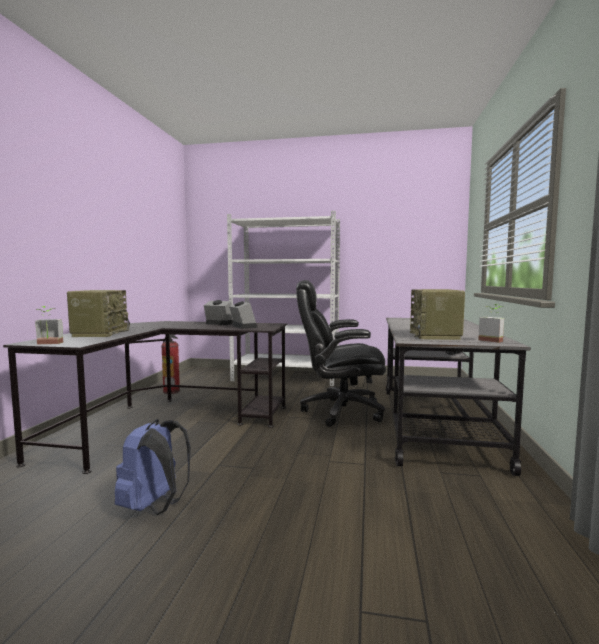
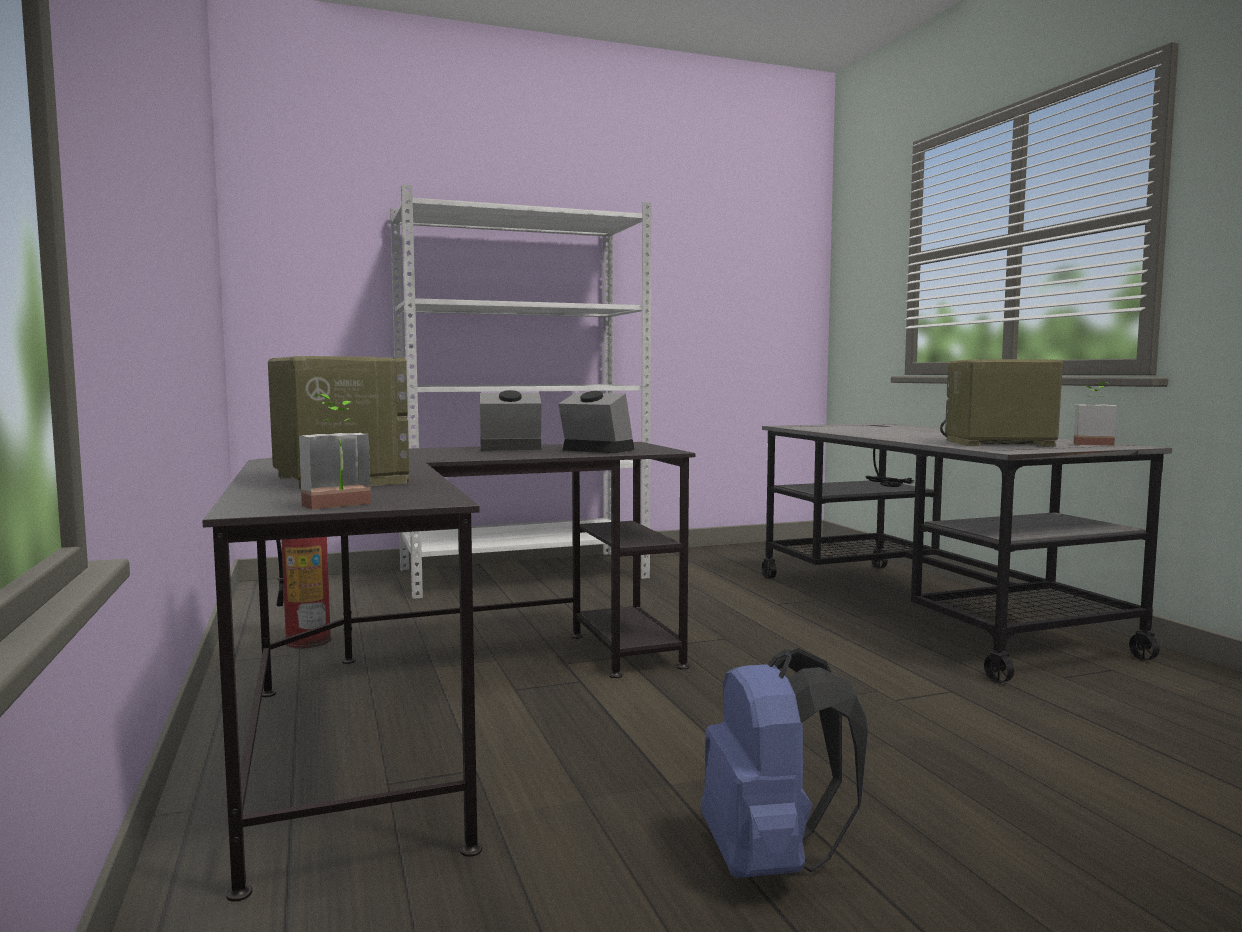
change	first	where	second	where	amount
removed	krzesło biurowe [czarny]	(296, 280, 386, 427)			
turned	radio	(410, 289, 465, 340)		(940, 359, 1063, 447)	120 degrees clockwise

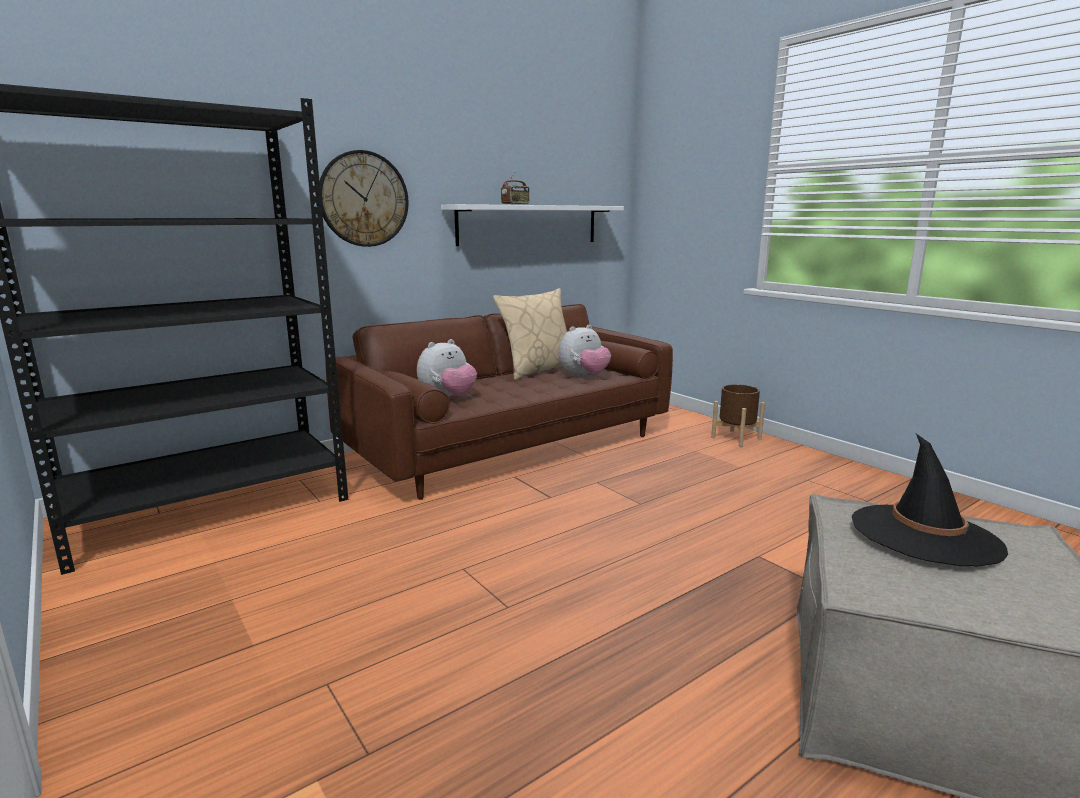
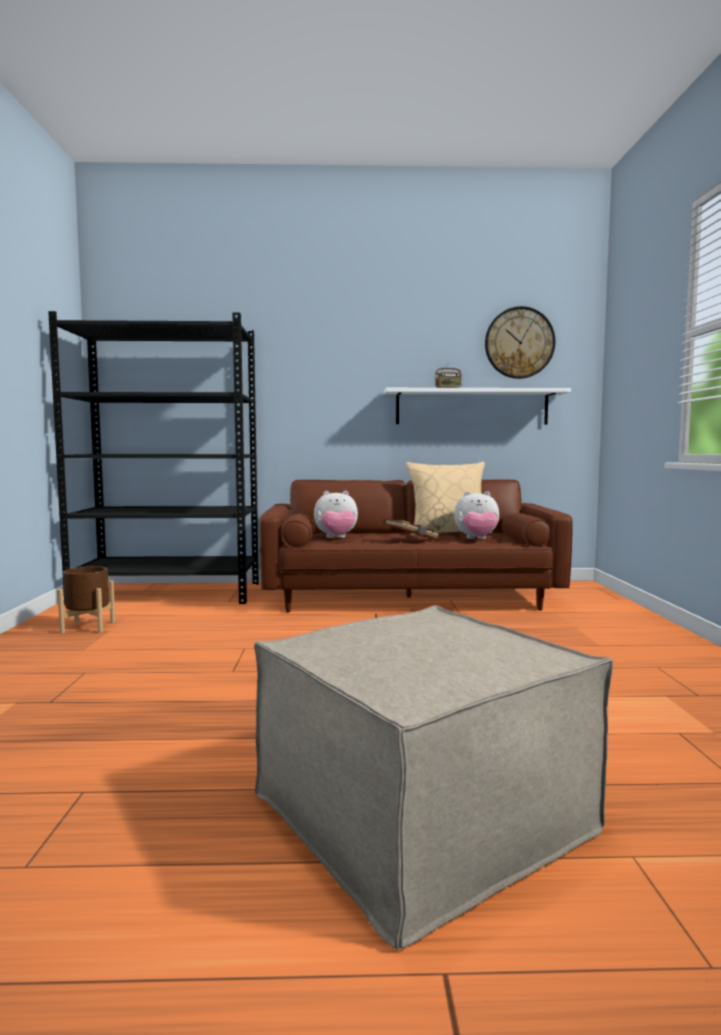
change	first	where	second	where	amount
removed	kapelusz [czarny]	(852, 434, 1008, 567)			
added			książka [brązowy]	(382, 518, 441, 540)	
moved	zegar ścienny	(319, 150, 409, 247)		(485, 306, 555, 379)	
moved	donica [brązowy]	(711, 384, 765, 447)		(58, 566, 115, 634)	

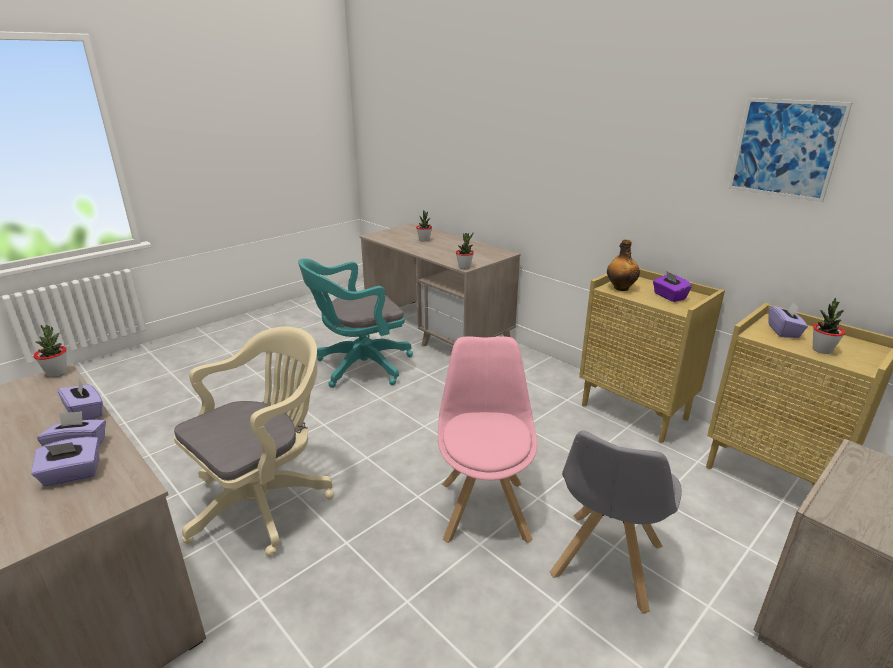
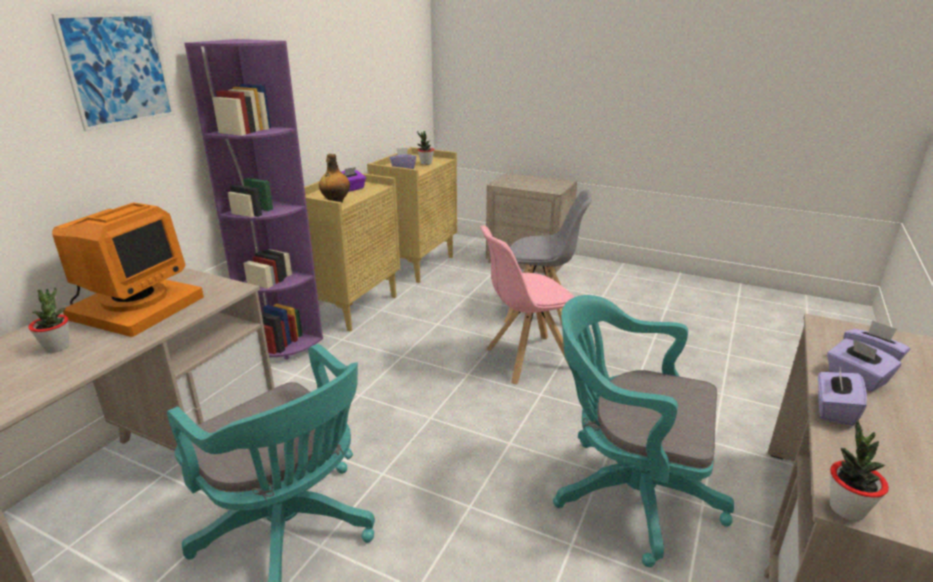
change	first	where	second	where	amount
removed	roślina doniczkowa	(456, 233, 474, 269)			
added			monitor	(52, 202, 204, 337)	
added			regał [fioletowy]	(185, 39, 323, 359)	
moved	obraz	(728, 98, 853, 202)		(51, 12, 175, 131)	
recoloured	krzesło biurowe [beżowy]	(174, 327, 334, 557)	krzesło biurowe [turkusowy]	(553, 295, 734, 567)	

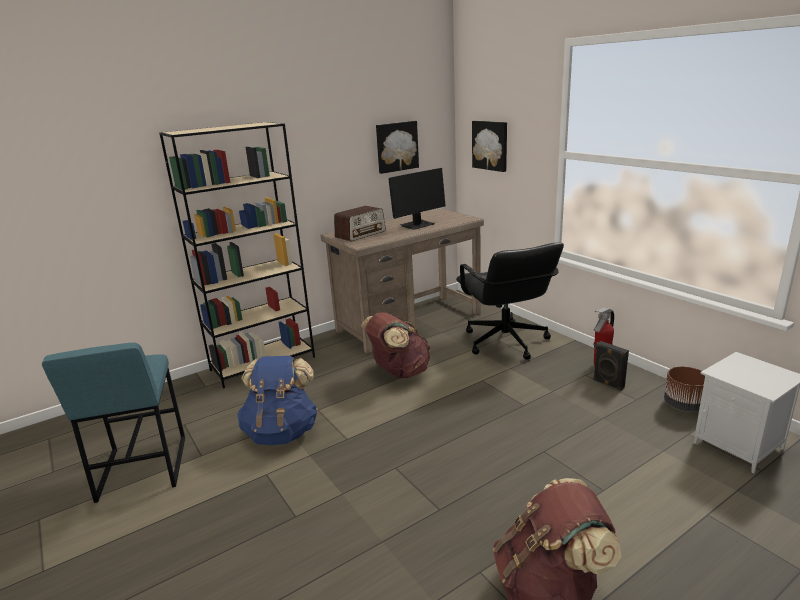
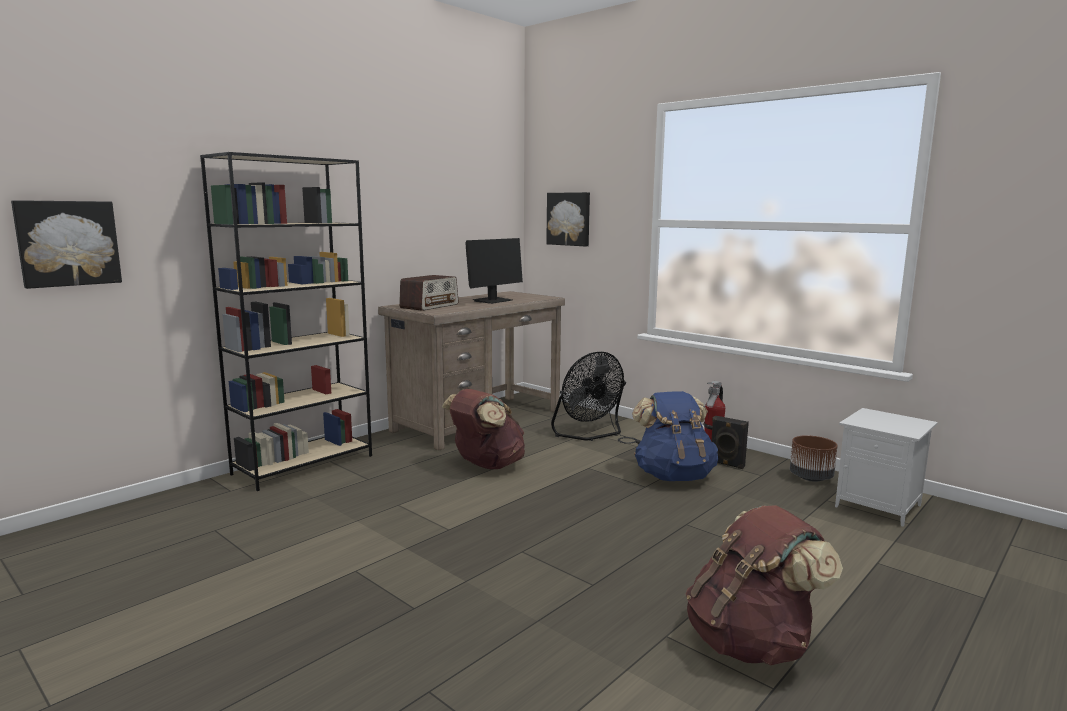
change	first	where	second	where	amount
removed	stołek [niebieski]	(42, 343, 185, 503)			
moved	plecak [niebieski]	(237, 356, 318, 445)		(632, 391, 718, 481)	
moved	obraz	(376, 121, 419, 174)		(11, 200, 122, 289)	
replaced	krzesło biurowe [czarny]	(456, 243, 564, 359)	wentylator [czarny]	(551, 352, 641, 444)	

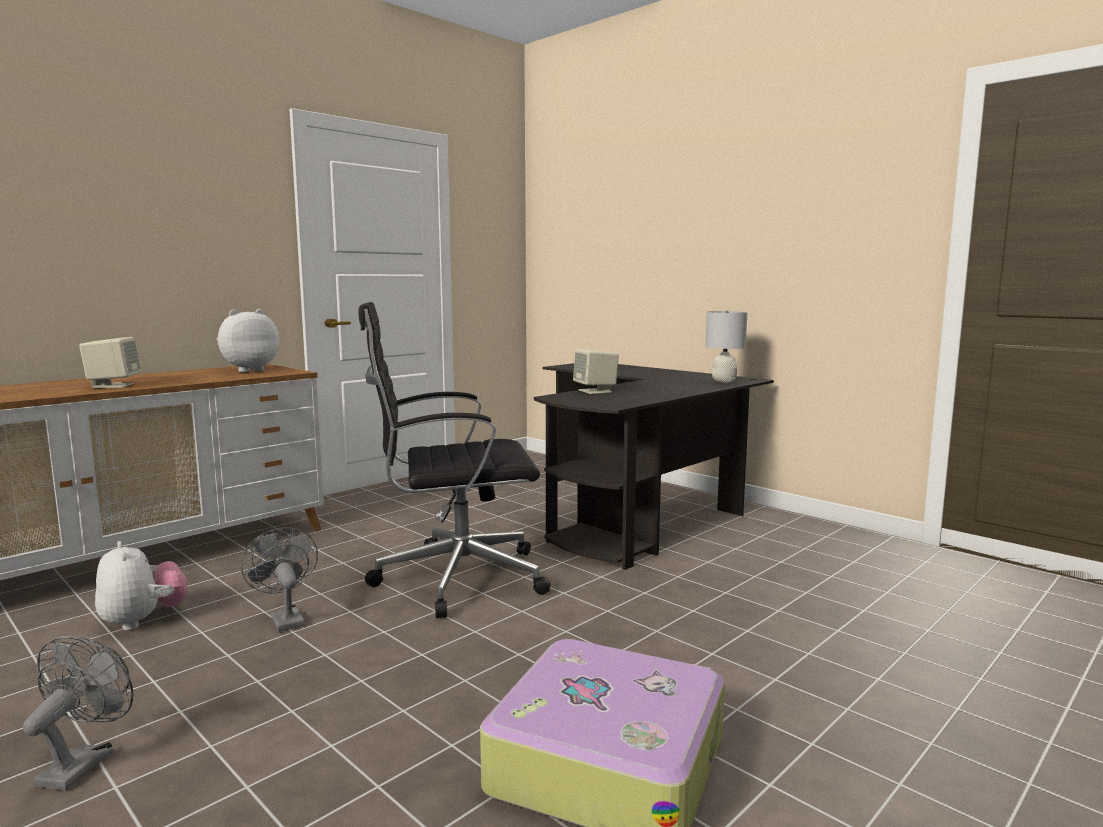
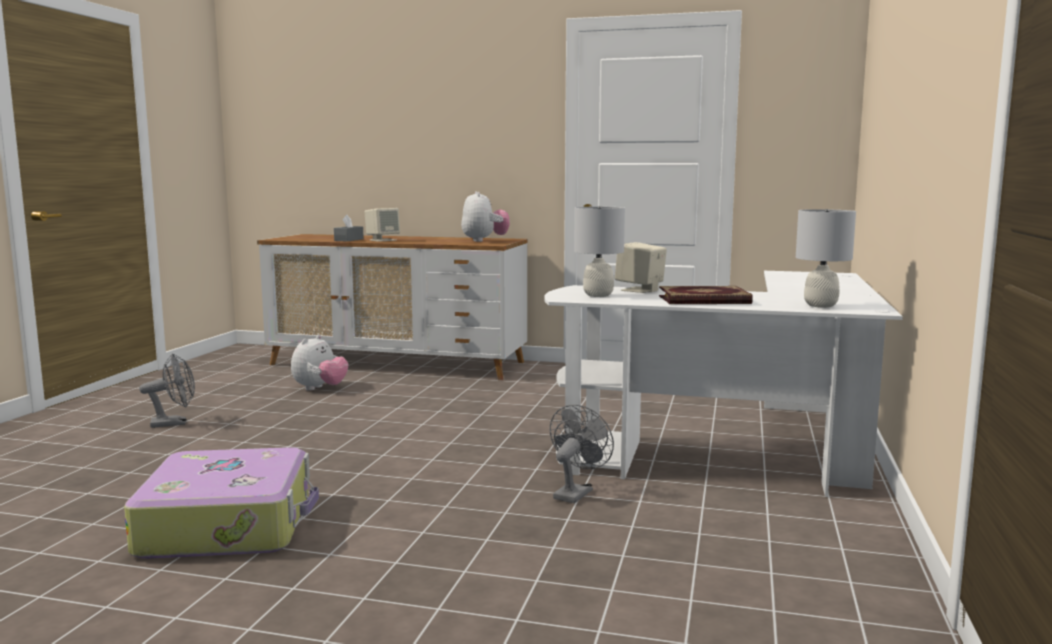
change	first	where	second	where	amount
removed	krzesło biurowe [czarny]	(358, 302, 551, 618)			
added			pudełko chusteczek [szary]	(334, 215, 364, 242)	
added			lampa stołowa [szary]	(574, 206, 625, 297)	
added			książka	(659, 286, 753, 304)	
moved	wentylator [szary]	(241, 527, 318, 632)		(550, 404, 614, 504)	
recoloured	biurko [czarny]	(534, 363, 774, 570)	biurko [biały]	(544, 271, 903, 497)	
turned	pluszak	(217, 309, 280, 372)		(461, 191, 510, 242)	60 degrees clockwise

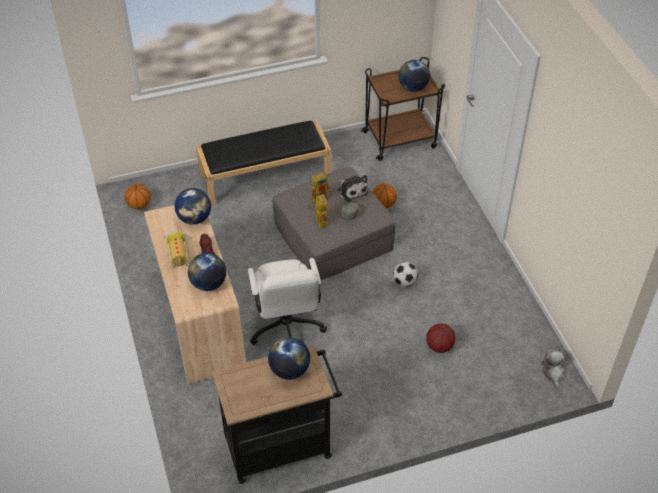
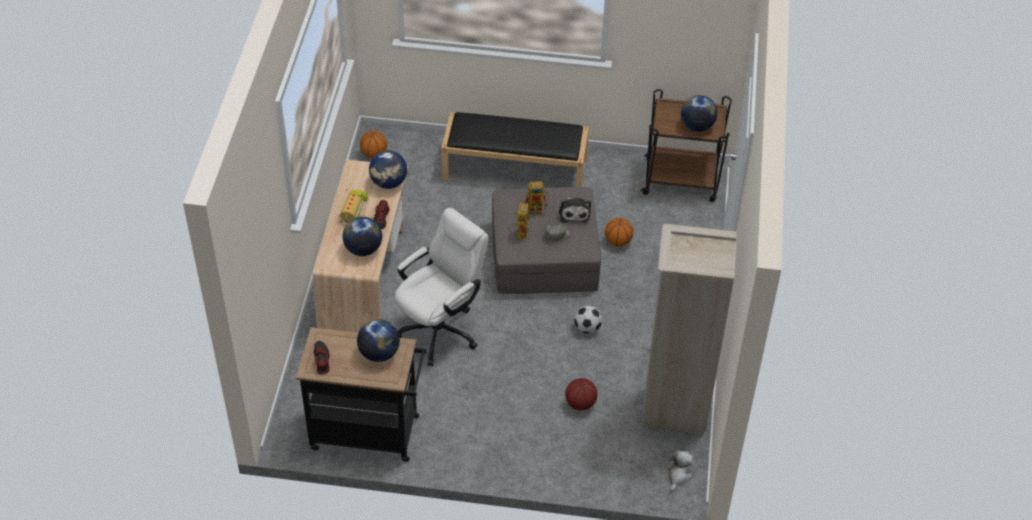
change	first	where	second	where	amount
added			but	(314, 341, 330, 374)	
added			szafka [beżowy]	(642, 224, 737, 433)	
turned	krzesło biurowe [biały]	(248, 258, 327, 345)		(394, 208, 489, 366)	150 degrees counterclockwise

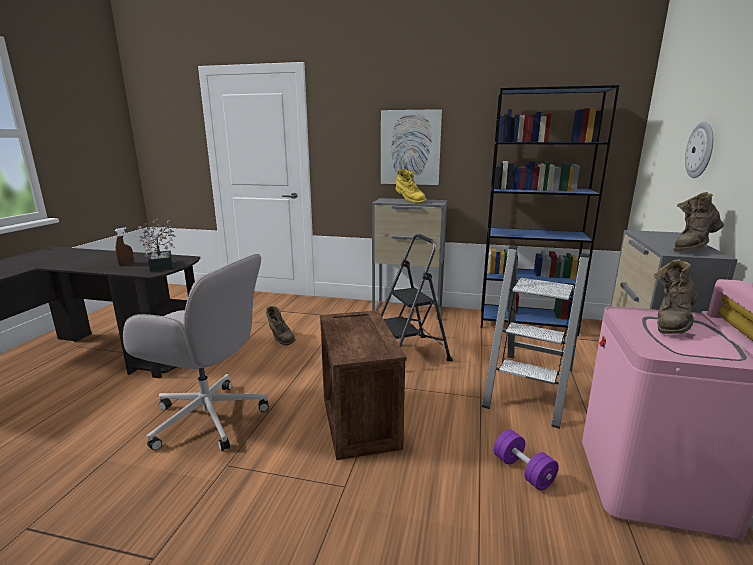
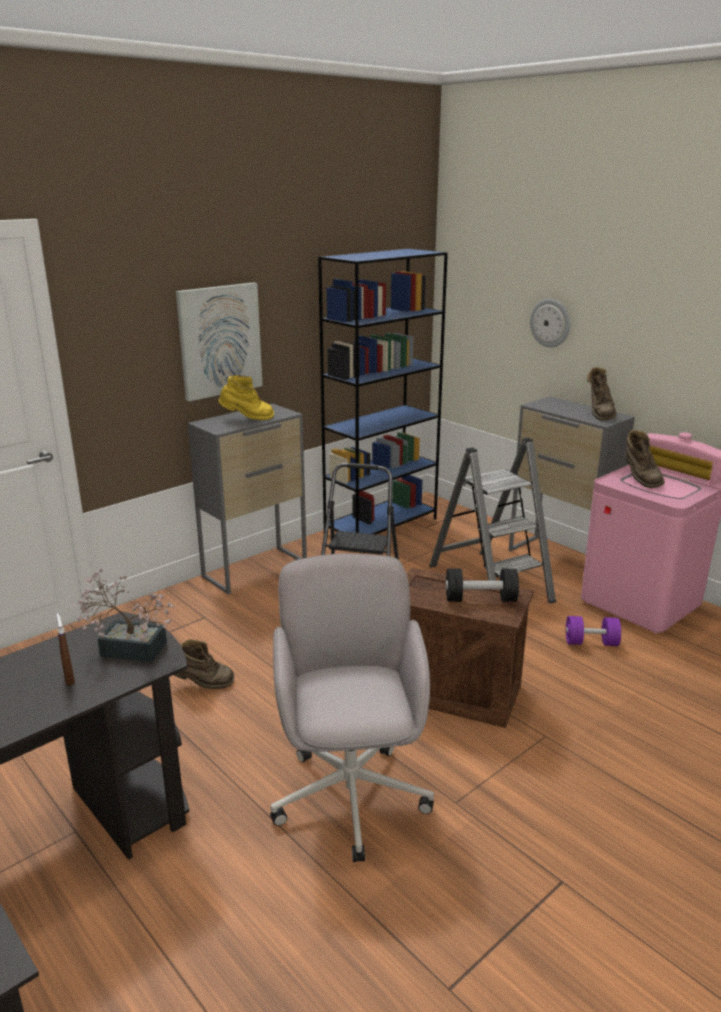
change	first	where	second	where	amount
added			hantel [czarny]	(445, 568, 519, 602)	
turned	krzesło biurowe [szary]	(123, 254, 269, 451)		(270, 553, 434, 862)	60 degrees counterclockwise

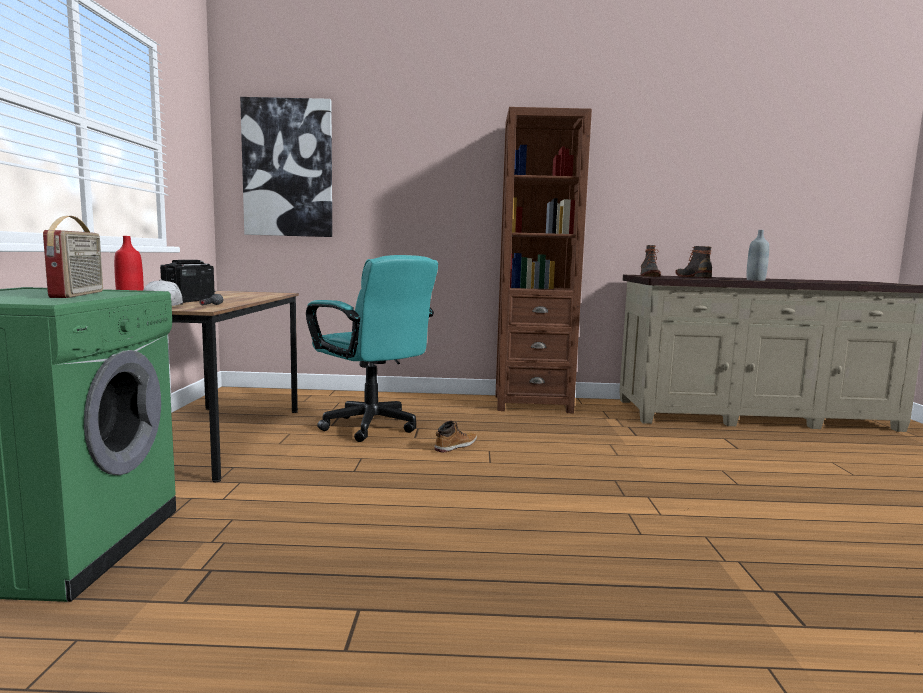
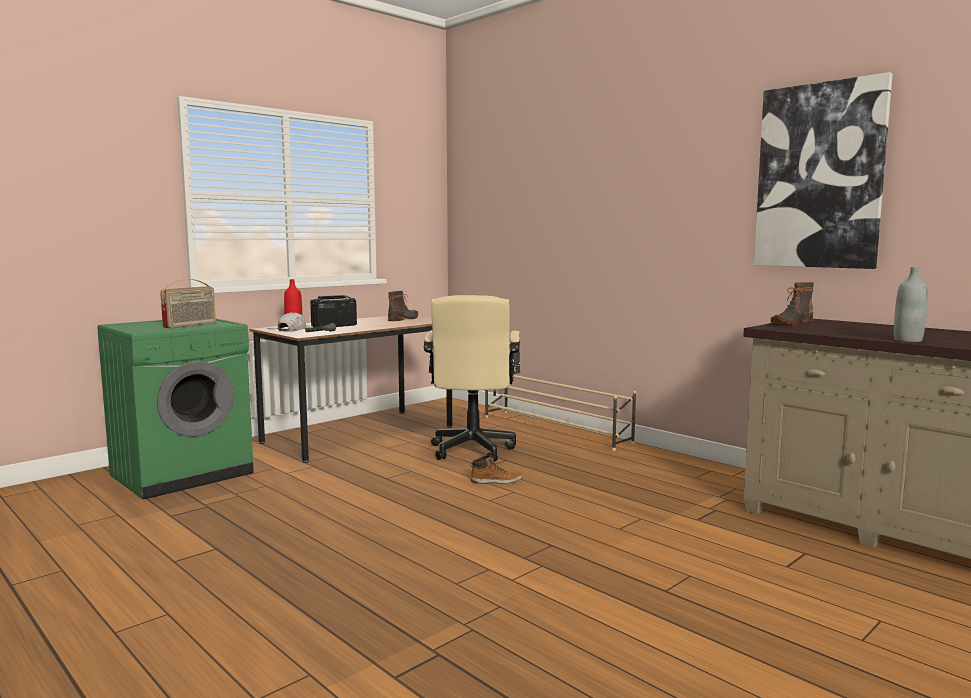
change	first	where	second	where	amount
removed	regał [brązowy]	(495, 107, 592, 413)			
added			regał na buty [beżowy]	(485, 375, 636, 451)	
moved	obraz	(240, 97, 332, 237)		(754, 72, 893, 269)	
moved	but z cholewką	(675, 246, 712, 278)		(388, 291, 418, 321)	
recoloured	krzesło biurowe [turkusowy]	(306, 255, 438, 442)	krzesło biurowe [beżowy]	(424, 295, 520, 461)	

